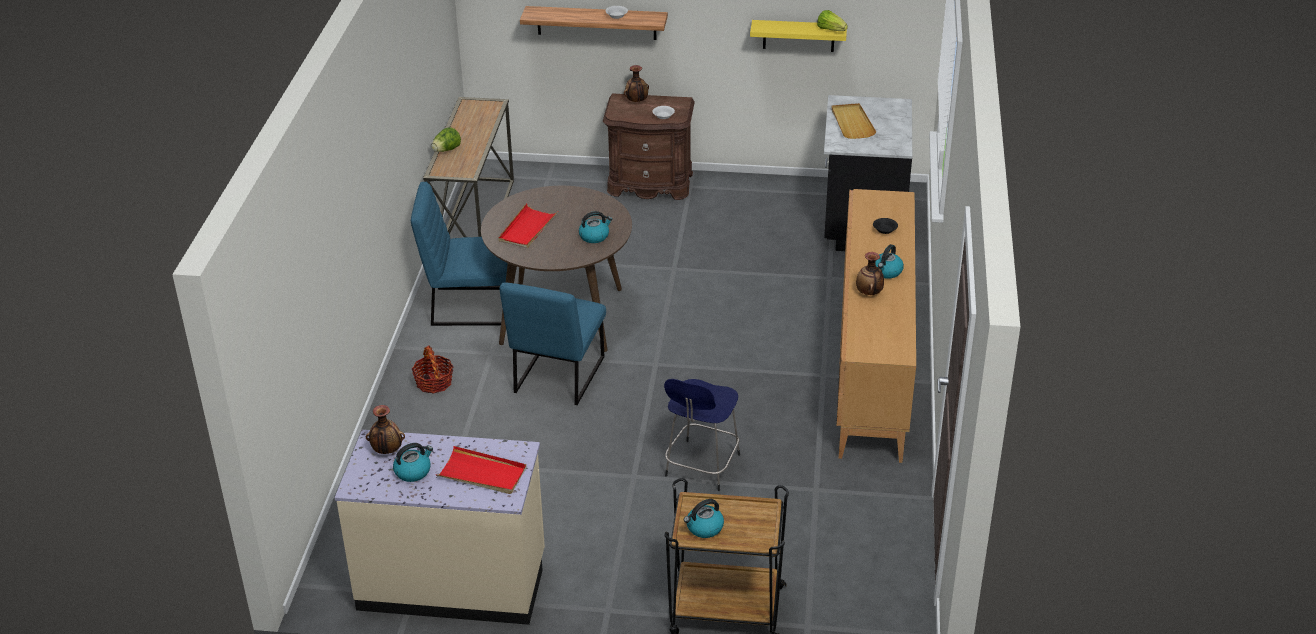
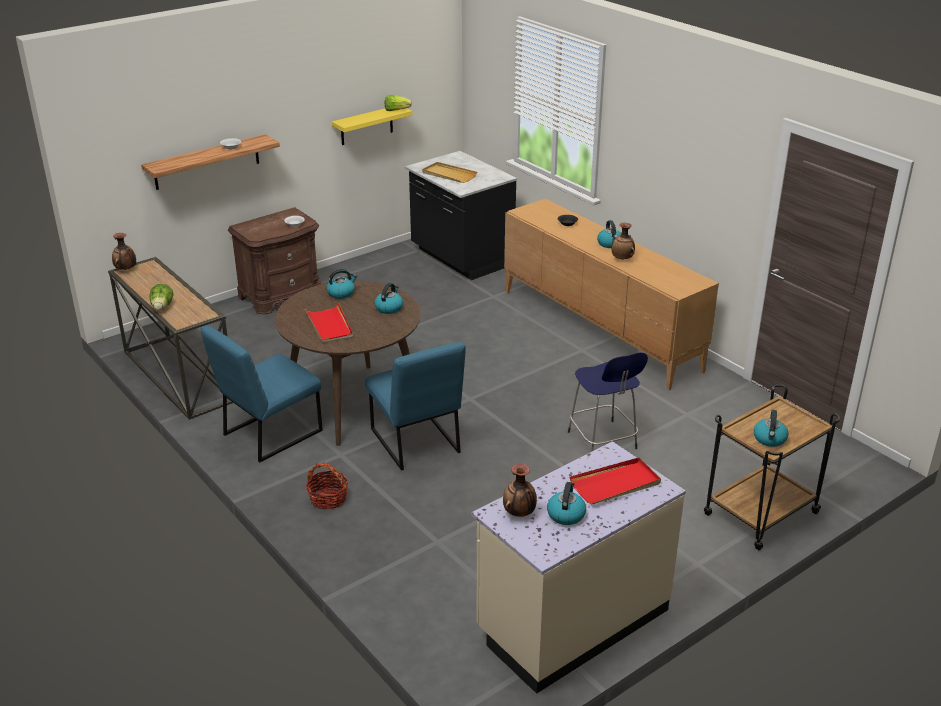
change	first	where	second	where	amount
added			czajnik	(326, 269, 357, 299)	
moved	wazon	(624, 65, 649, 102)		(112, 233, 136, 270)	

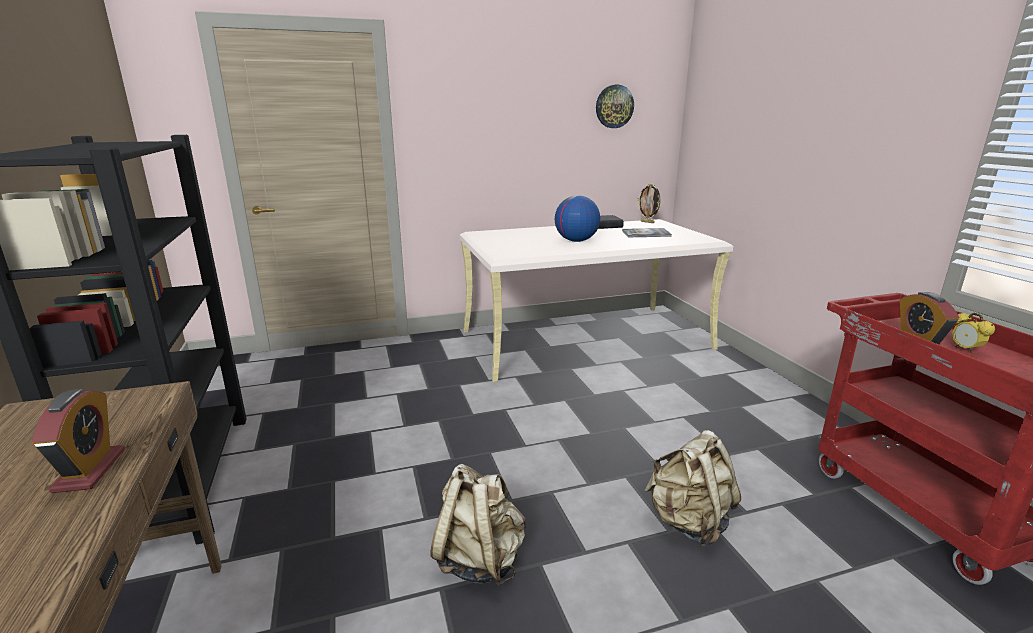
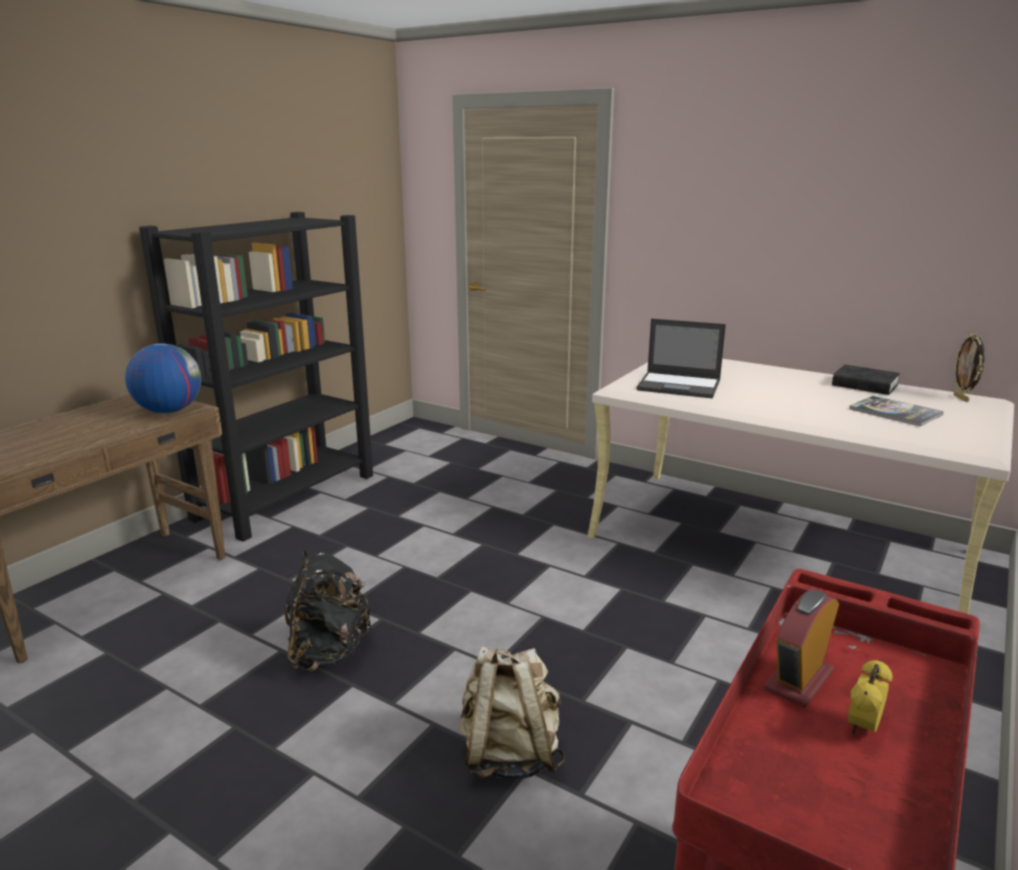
change	first	where	second	where	amount
removed	budzik	(31, 389, 125, 493)			
removed	zegar ścienny	(596, 85, 634, 128)			
added			laptop	(636, 319, 726, 399)	
moved	globus	(555, 195, 600, 242)		(125, 343, 201, 413)	
recoloured	plecak [beżowy]	(430, 464, 526, 586)	plecak [czarny]	(284, 549, 372, 672)	

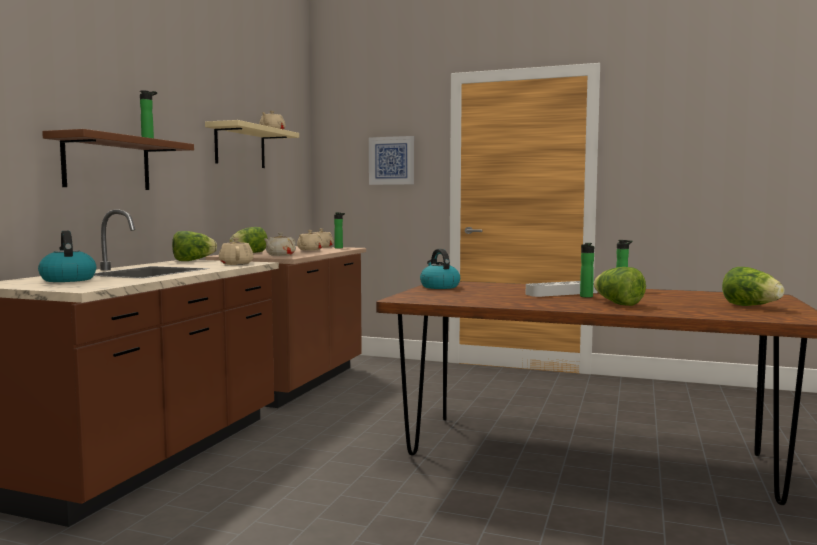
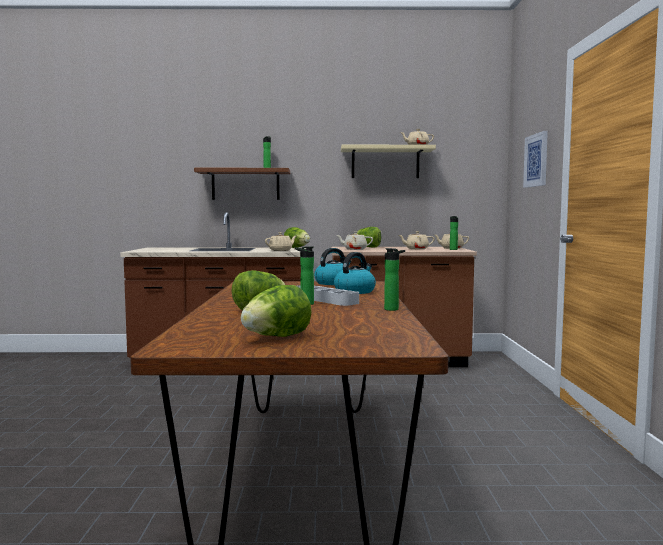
change	first	where	second	where	amount
moved	czajnik	(38, 231, 96, 282)		(334, 252, 376, 294)	

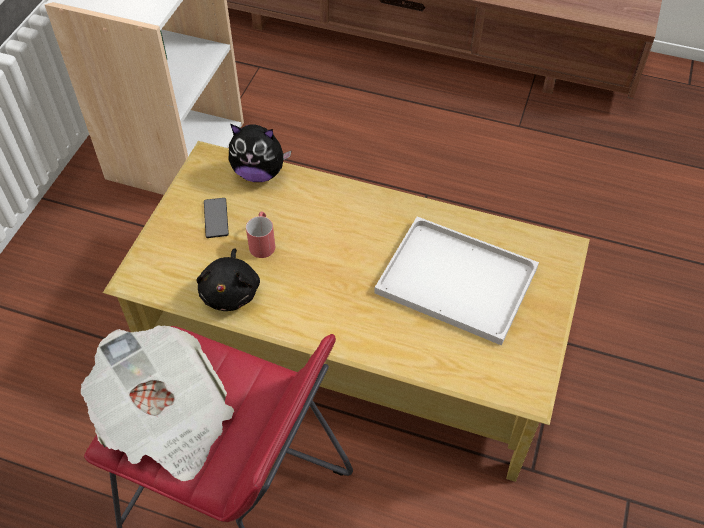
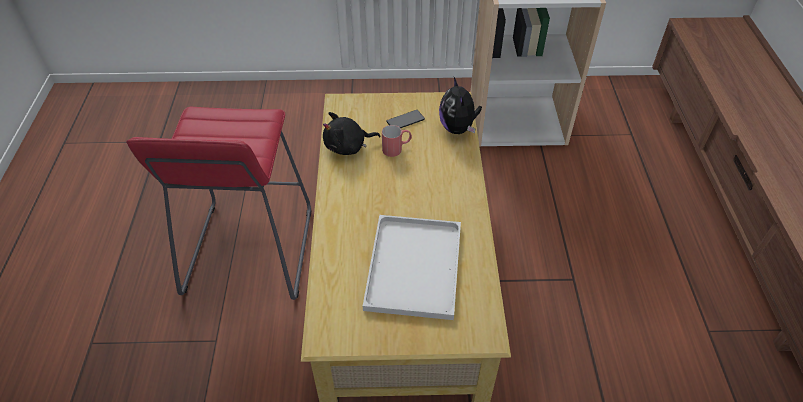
change	first	where	second	where	amount
removed	gazeta	(81, 325, 234, 481)			

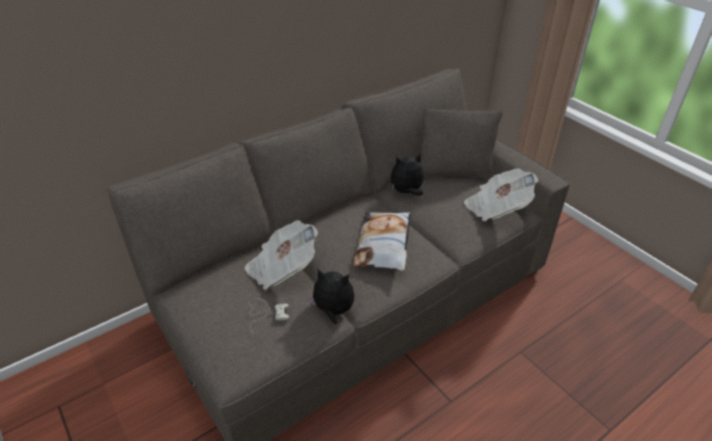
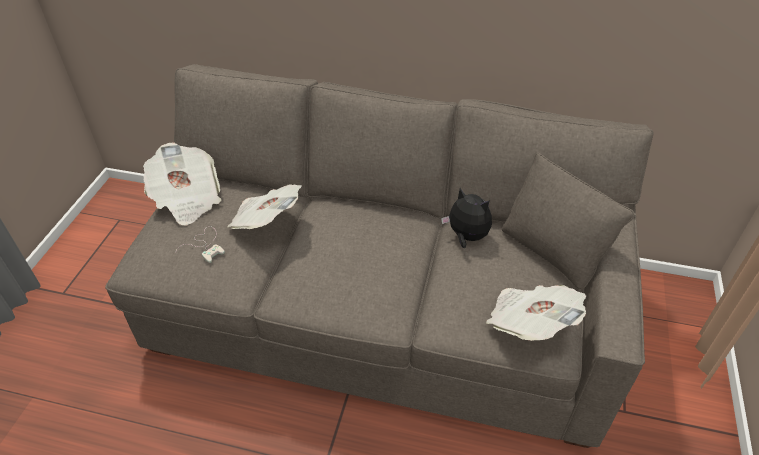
change	first	where	second	where	amount
removed	pluszak	(306, 269, 354, 324)			
removed	poduszka	(353, 212, 411, 271)			
added			gazeta	(143, 142, 221, 226)	

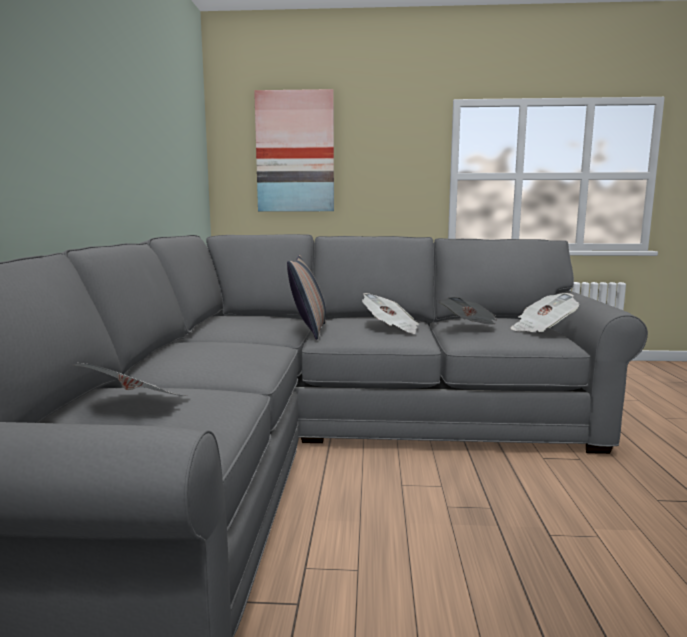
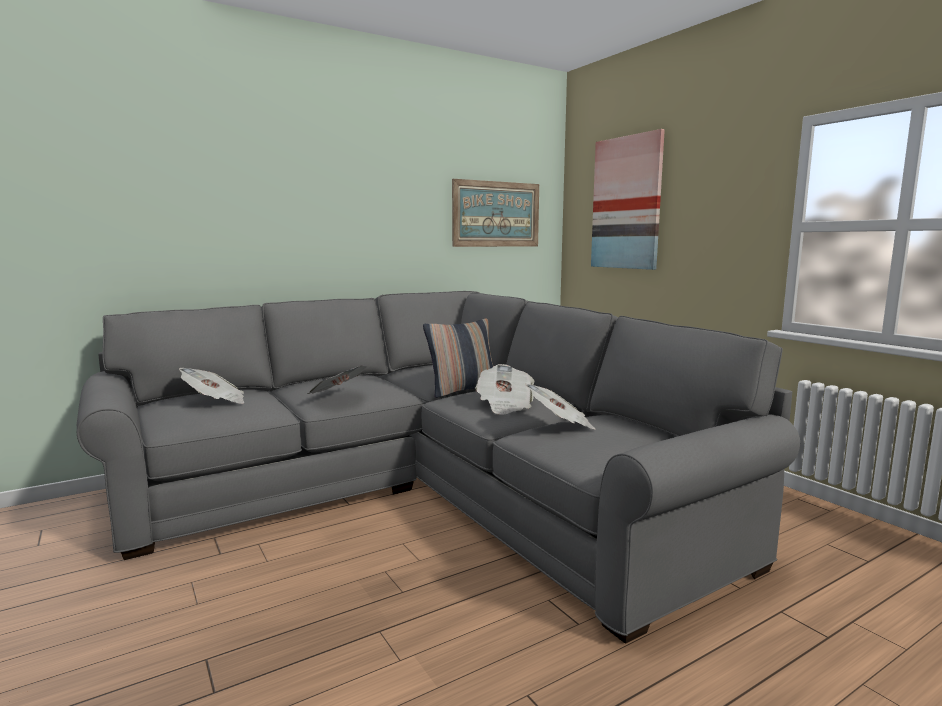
change	first	where	second	where	amount
added			obraz	(452, 179, 539, 247)	
moved	gazeta	(511, 293, 579, 332)		(307, 365, 367, 394)	

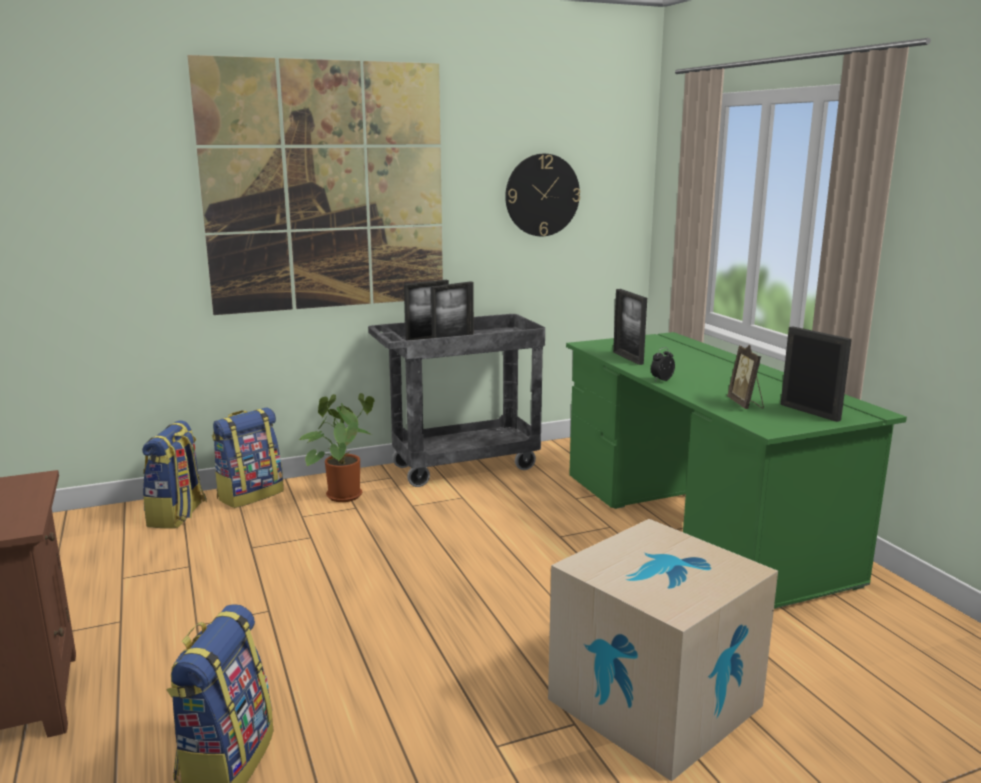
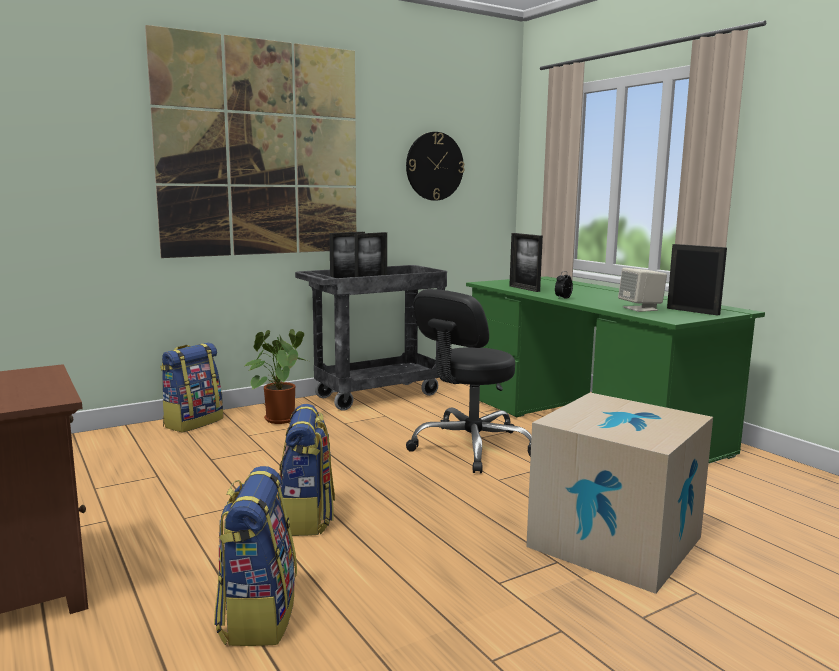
change	first	where	second	where	amount
added			krzesło biurowe [czarny]	(406, 289, 532, 473)	
moved	plecak	(142, 420, 207, 529)		(276, 404, 335, 536)	
replaced	ramka na zdjęcie	(727, 345, 764, 409)	głośnik [beżowy]	(618, 268, 667, 312)	

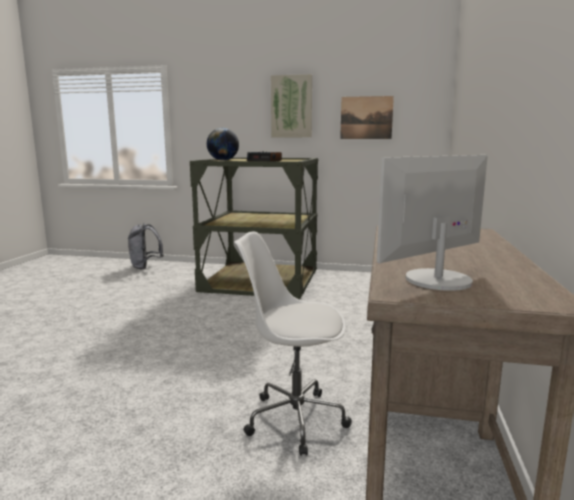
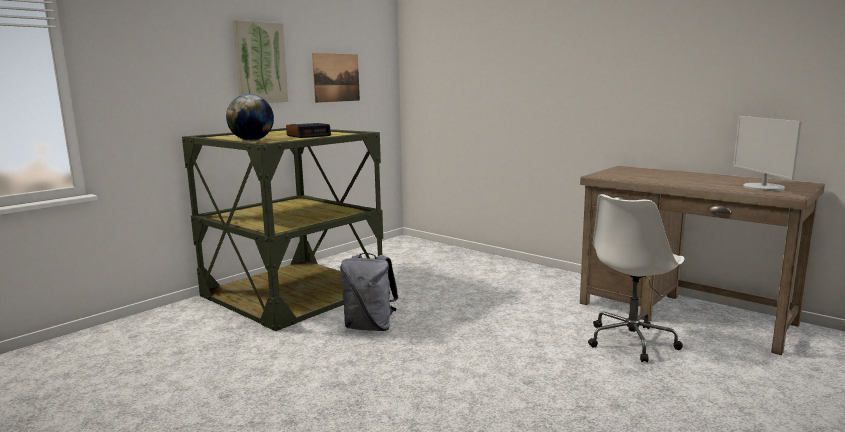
change	first	where	second	where	amount
moved	plecak [szary]	(128, 223, 163, 269)		(340, 253, 399, 331)	

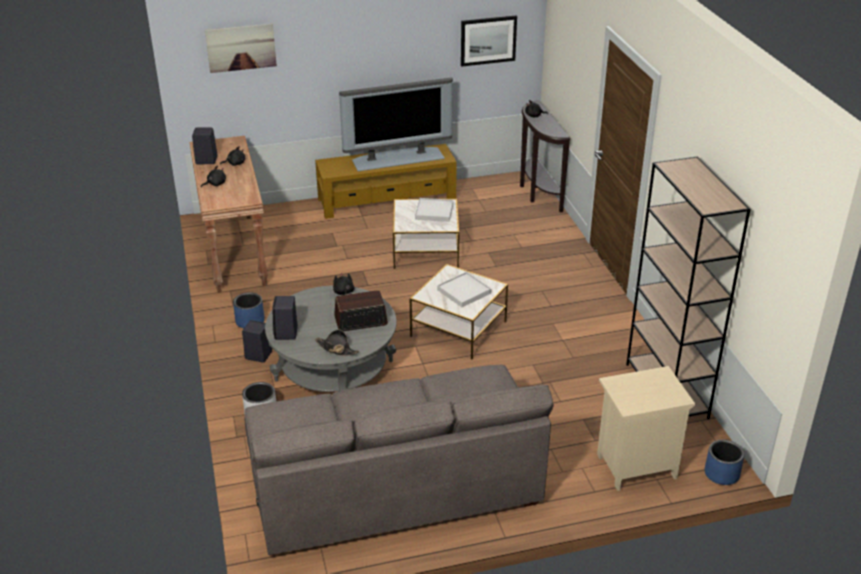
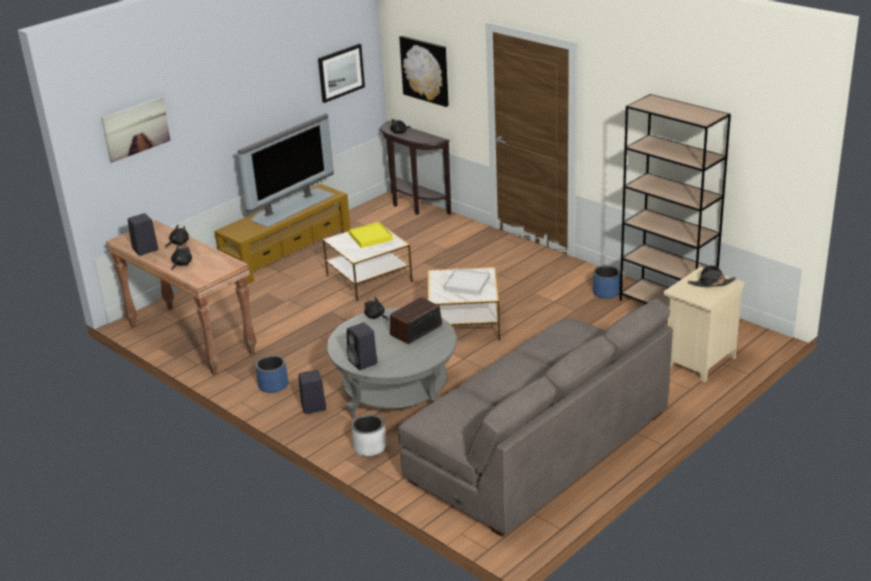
change	first	where	second	where	amount
added			obraz	(399, 36, 449, 107)	
moved	kapelusz [czarny]	(315, 330, 359, 356)		(688, 265, 737, 287)	
moved	donica [niebieski]	(705, 440, 745, 485)		(593, 265, 621, 299)	
recoloured	taca [biały]	(415, 198, 453, 222)	taca [żółty]	(349, 222, 393, 248)	

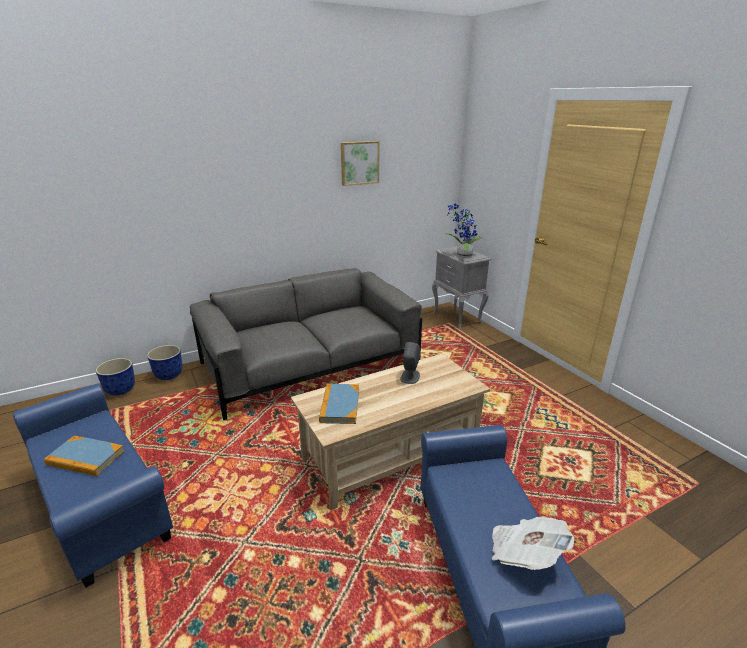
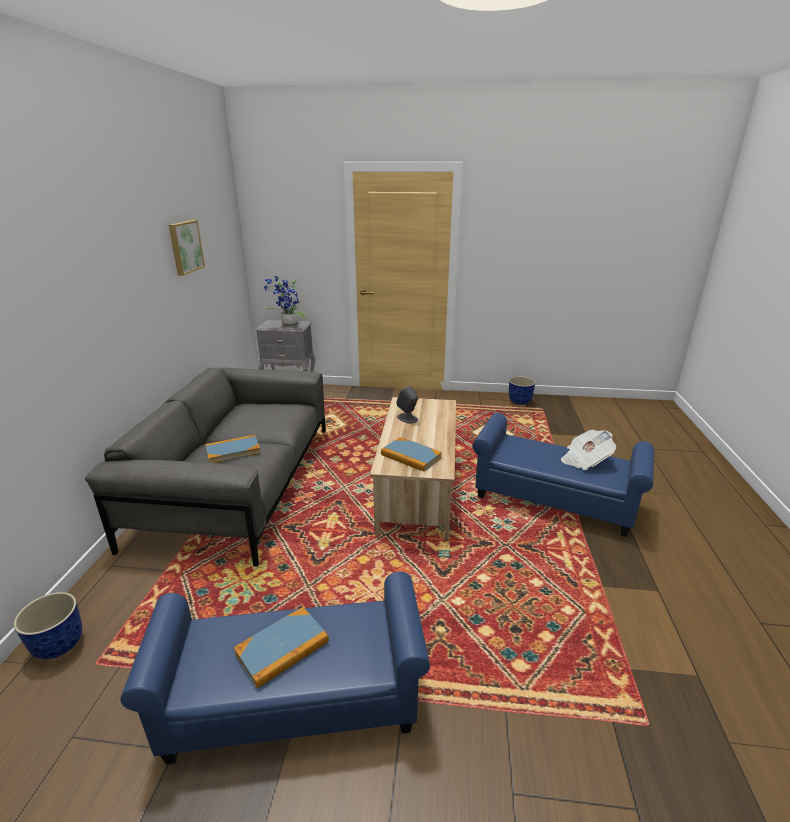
change	first	where	second	where	amount
added			książka	(205, 435, 261, 463)	
moved	donica	(147, 345, 182, 380)		(509, 376, 536, 405)	

